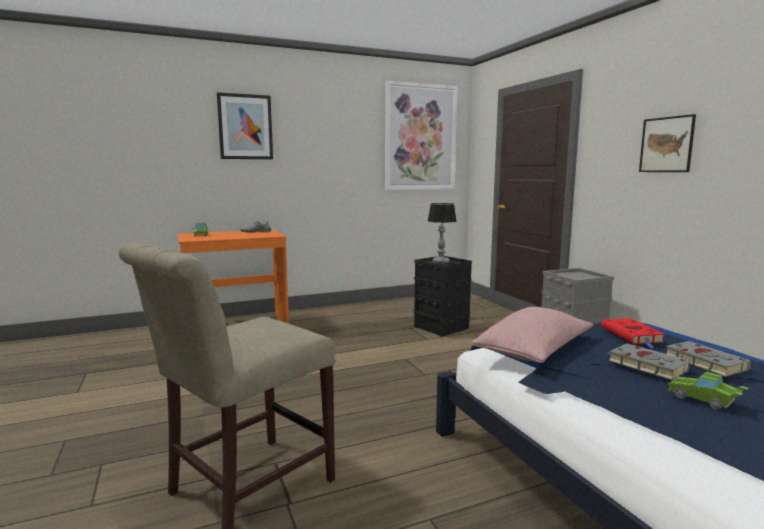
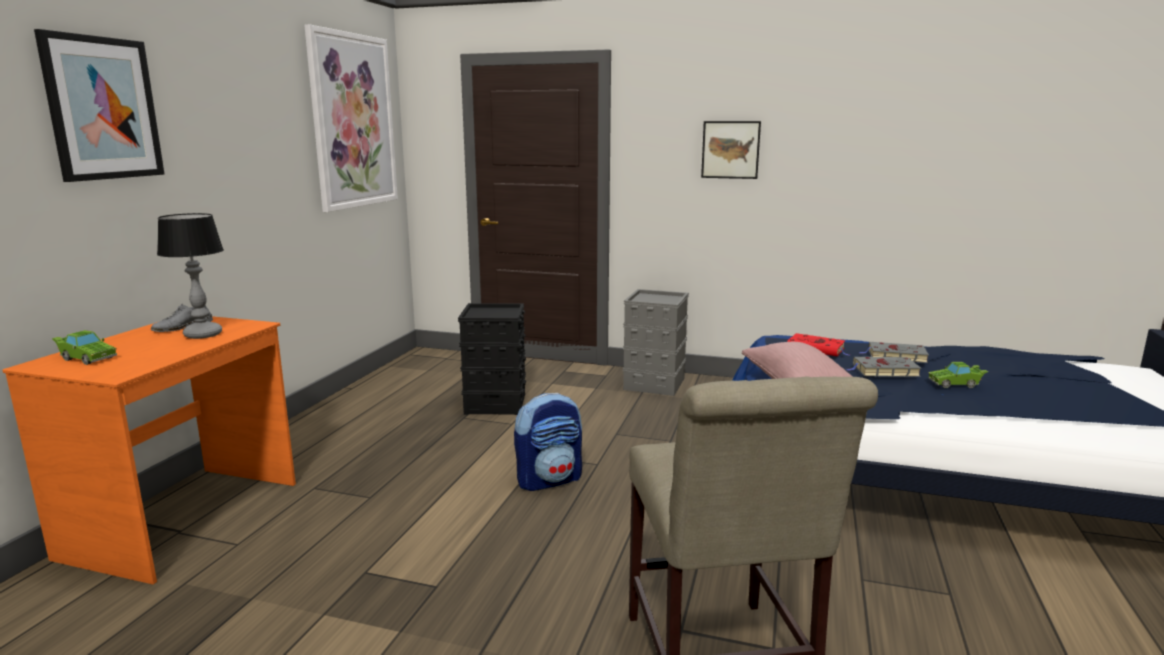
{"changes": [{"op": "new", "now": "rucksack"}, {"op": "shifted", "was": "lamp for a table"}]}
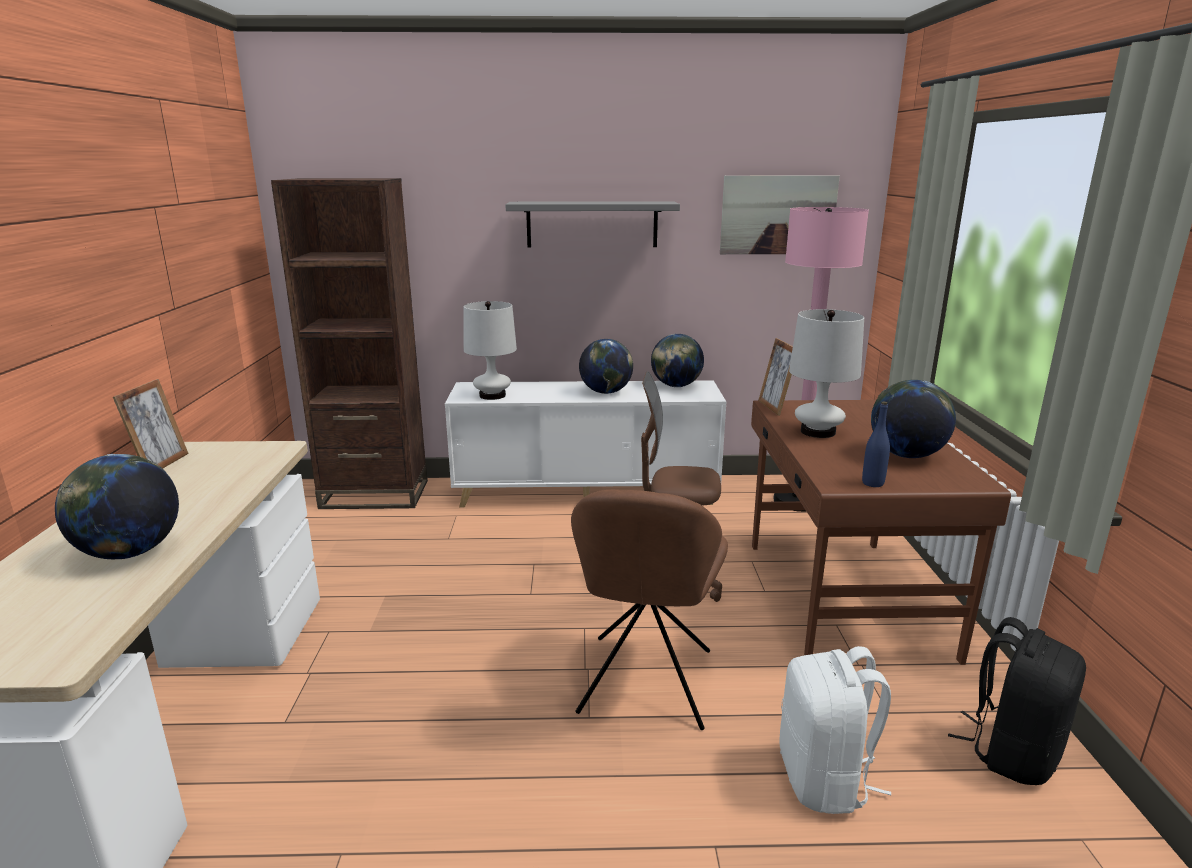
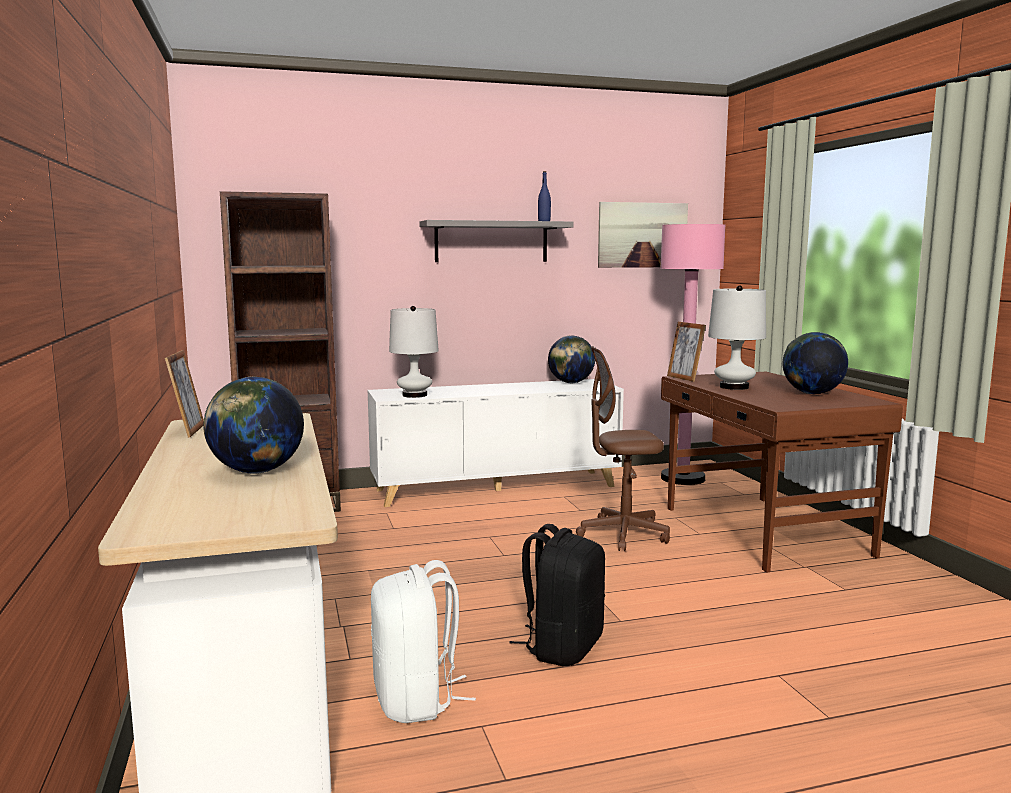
{"changes": [{"op": "gone", "was": "brownish upright chair"}, {"op": "gone", "was": "globe (no. 2 from left)"}, {"op": "shifted", "was": "white-coloured rucksack"}, {"op": "shifted", "was": "blue-coloured bottle"}, {"op": "shifted", "was": "black-coloured rucksack"}]}
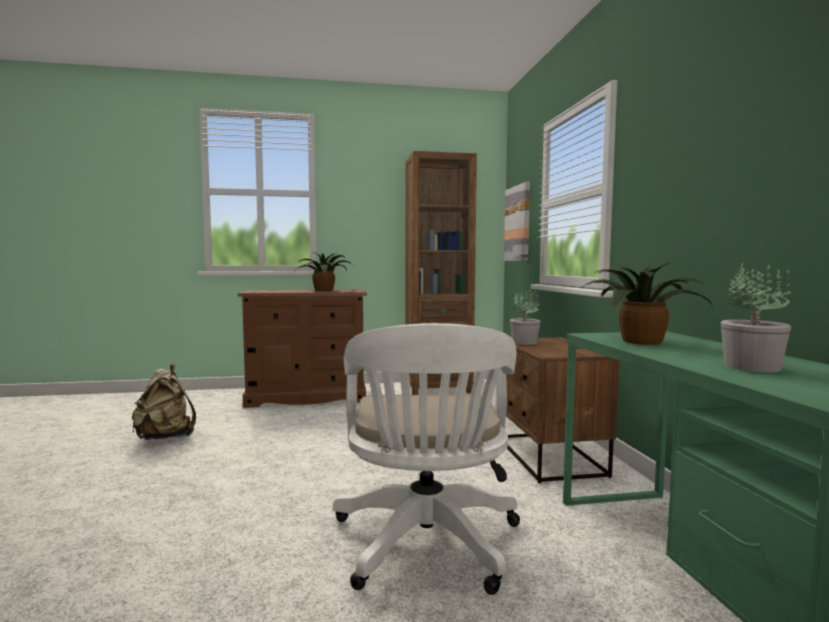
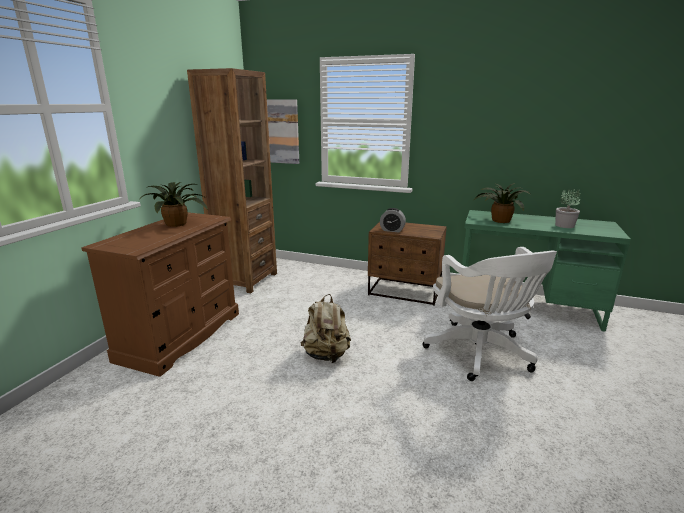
{"changes": [{"op": "shifted", "was": "beige-coloured rucksack"}, {"op": "swapped", "was": "potted plant (no. 2 from left)", "now": "bedside clock"}, {"op": "rotated", "was": "white-coloured office chair", "clockwise": 45}]}
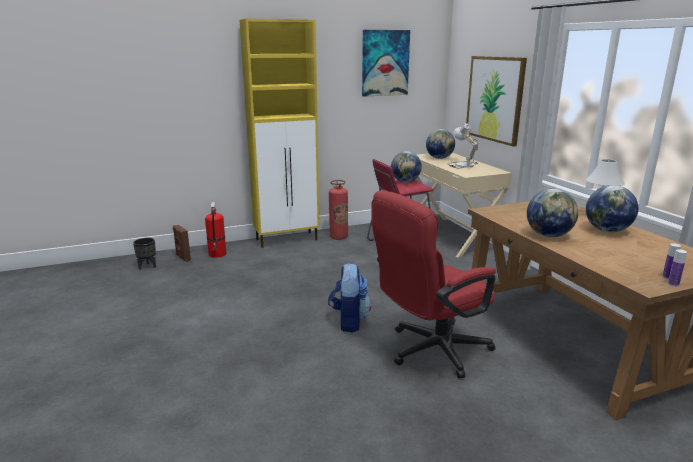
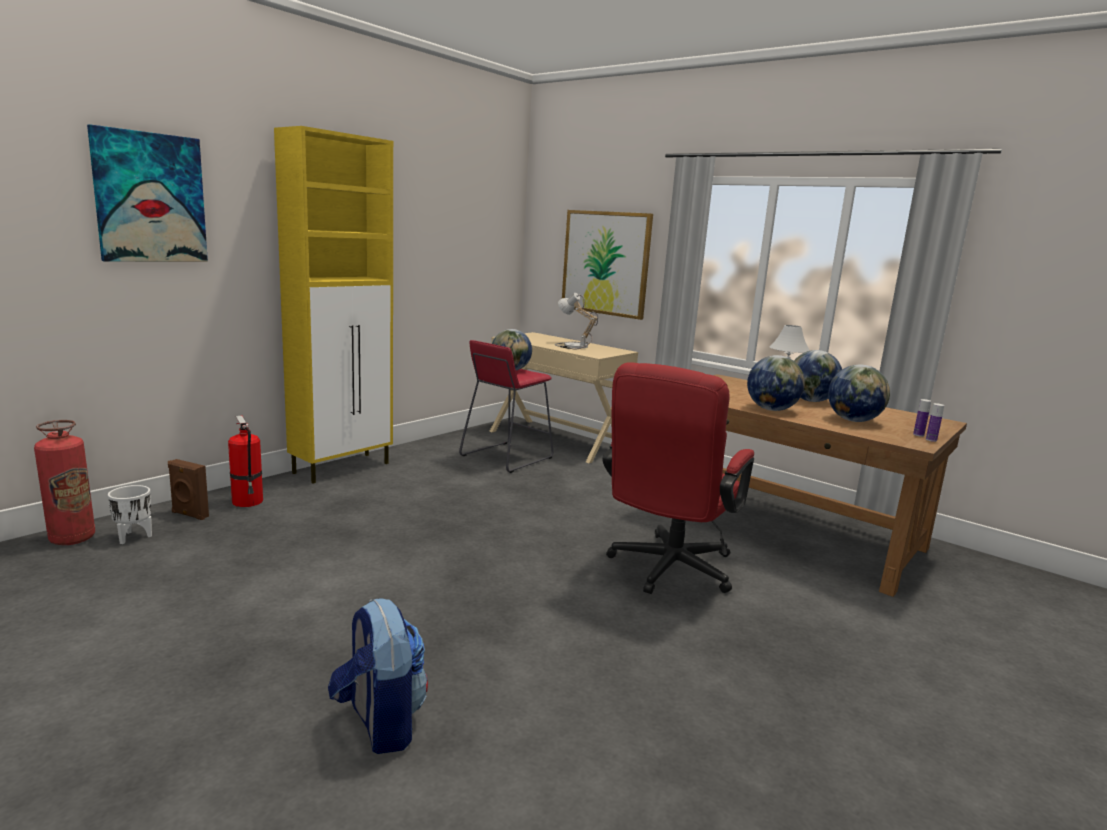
{"changes": [{"op": "shifted", "was": "rucksack"}, {"op": "shifted", "was": "fire-fighting cylinder (no. 2 from left in the first image)", "now": "fire-fighting cylinder (no. 1 from left)"}, {"op": "shifted", "was": "wall picture (no. 1 from left)"}, {"op": "shifted", "was": "globe (no. 2 from left in the first image)", "now": "globe (no. 4 from left)"}, {"op": "repainted", "was": "black-coloured planter", "now": "white-coloured planter"}]}
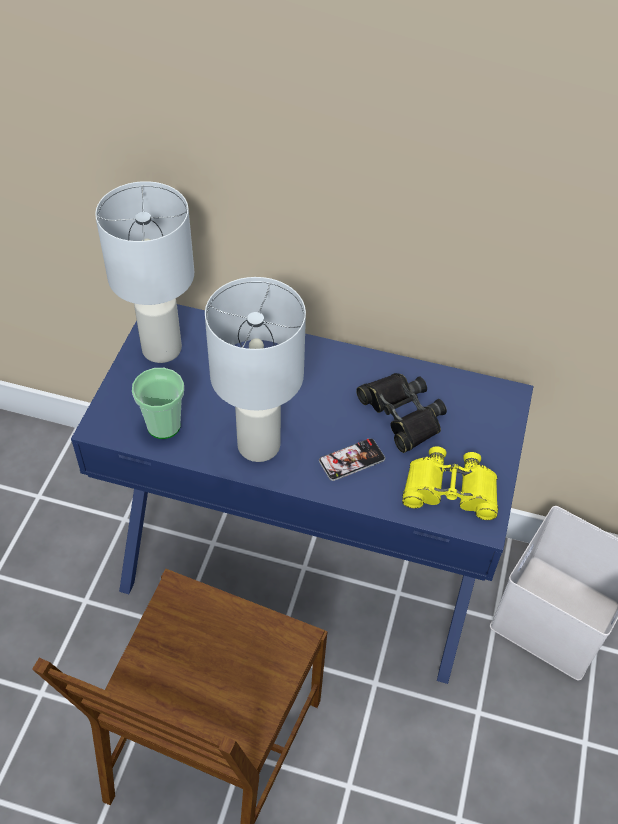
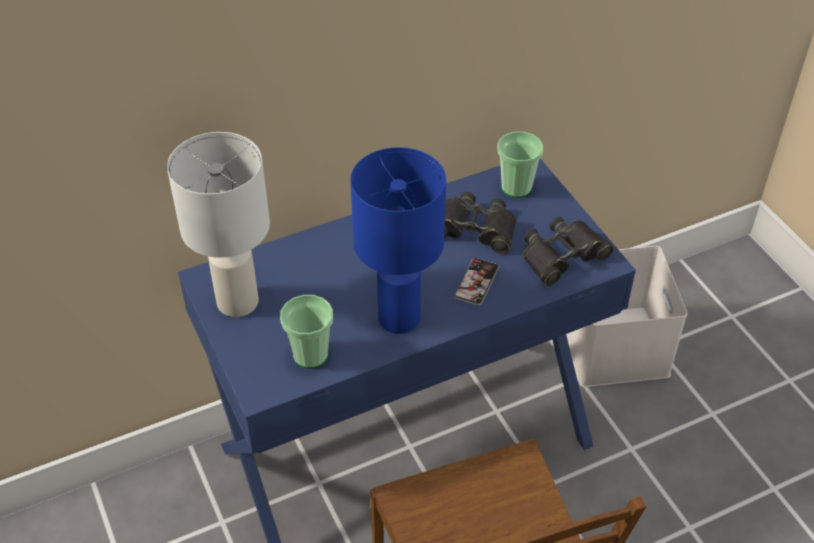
{"changes": [{"op": "new", "now": "small cup (no. 2 from left)"}, {"op": "repainted", "was": "white-coloured lamp for a table (no. 2 from left)", "now": "blue-coloured lamp for a table"}, {"op": "repainted", "was": "yellowish pair of binoculars", "now": "black-coloured pair of binoculars (no. 2 from left)"}]}
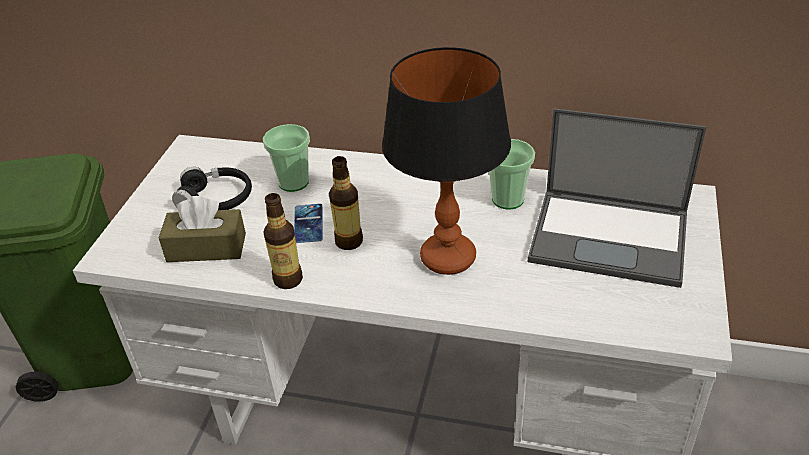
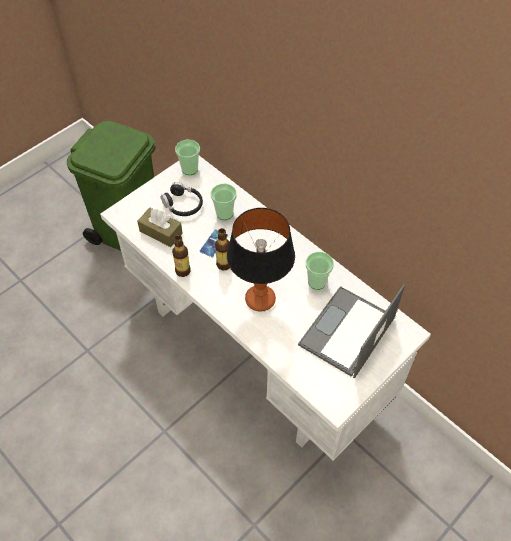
{"changes": [{"op": "new", "now": "small cup (no. 1 from left)"}, {"op": "rotated", "was": "laptop", "clockwise": 75}]}
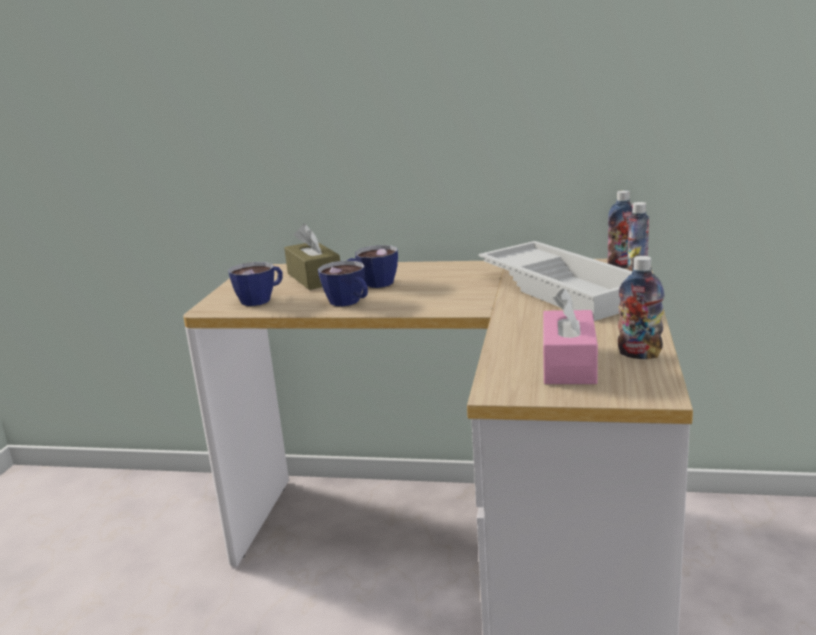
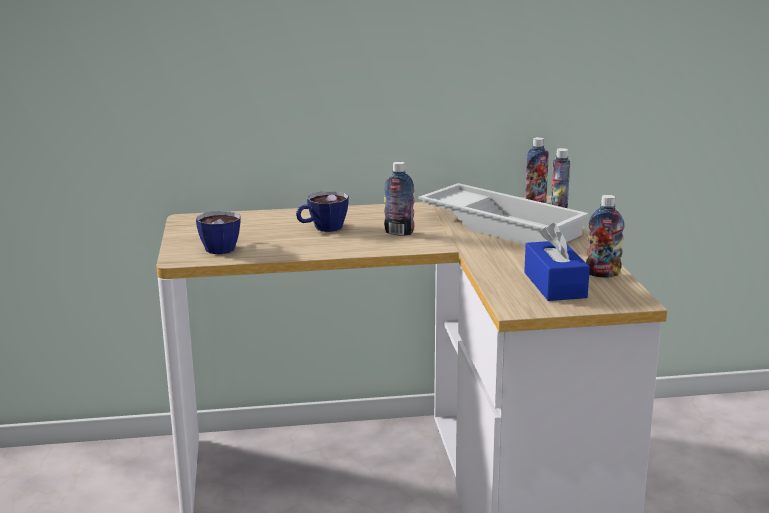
{"changes": [{"op": "gone", "was": "brownish box of tissues"}, {"op": "gone", "was": "small cup (no. 2 from left)"}, {"op": "new", "now": "bottle (no. 1 from left)"}, {"op": "repainted", "was": "pink-coloured box of tissues", "now": "blue-coloured box of tissues"}]}
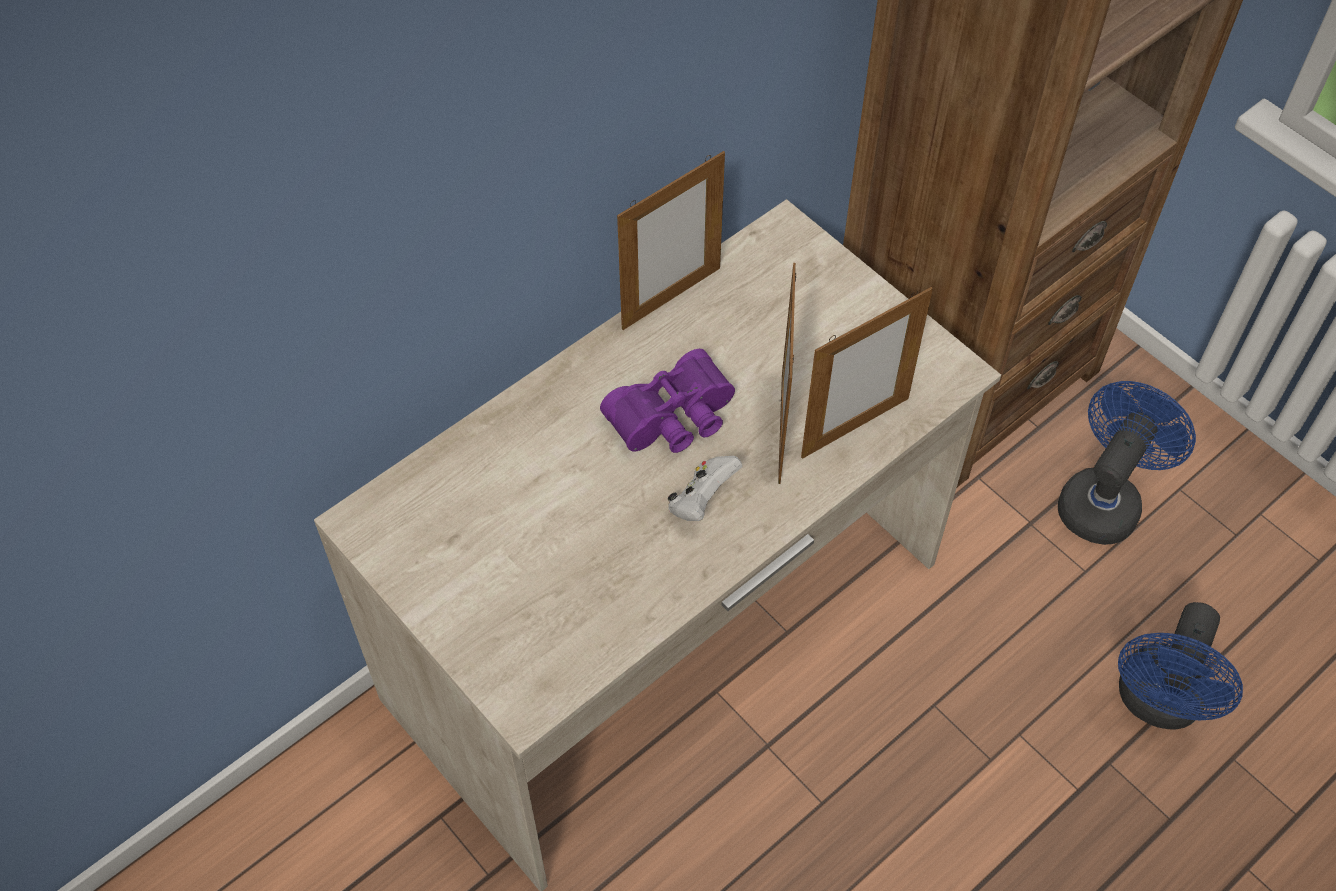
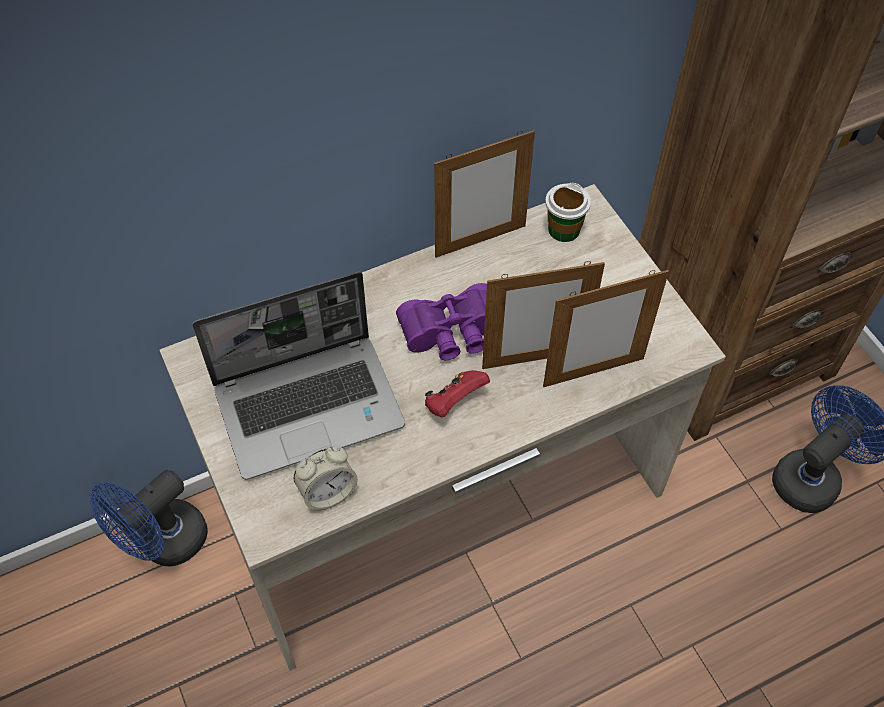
{"changes": [{"op": "new", "now": "laptop"}, {"op": "new", "now": "bedside clock"}, {"op": "new", "now": "small cup"}, {"op": "shifted", "was": "blue-coloured cooling fan (no. 2 from left in the first image)", "now": "blue-coloured cooling fan (no. 1 from left)"}, {"op": "repainted", "was": "white-coloured gamepad", "now": "red-coloured gamepad"}, {"op": "rotated", "was": "photo frame (no. 2 from left)", "clockwise": -120}]}
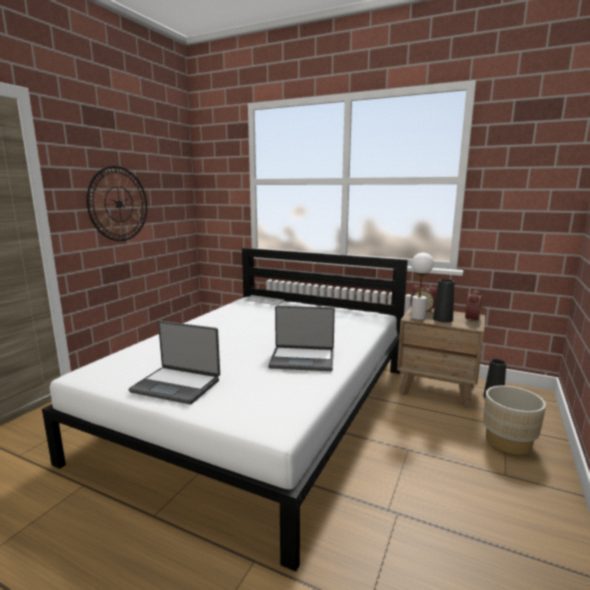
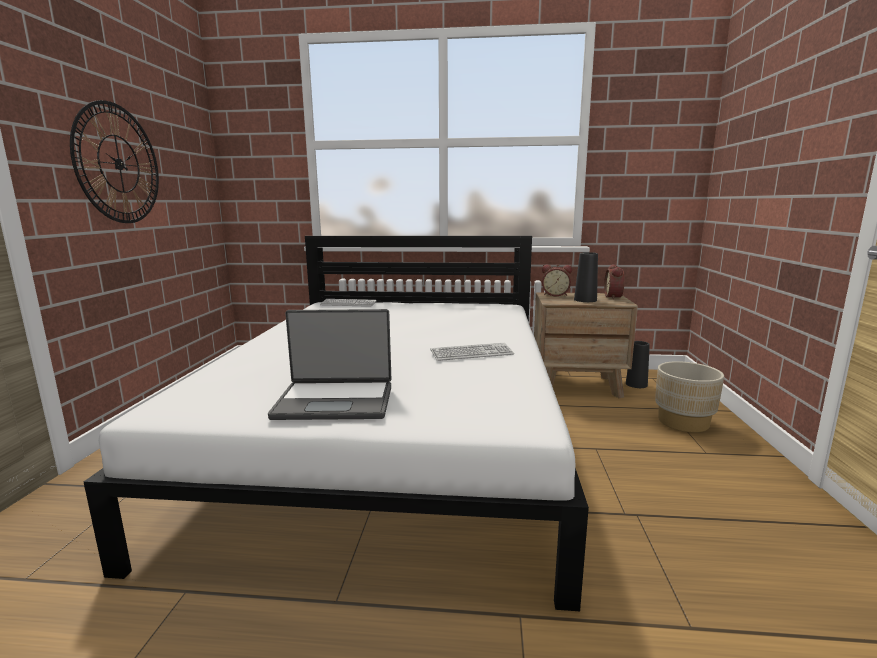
{"changes": [{"op": "gone", "was": "white-coloured lamp for a table"}, {"op": "swapped", "was": "laptop (no. 2 from left)", "now": "keyboard (no. 2 from left)"}]}
